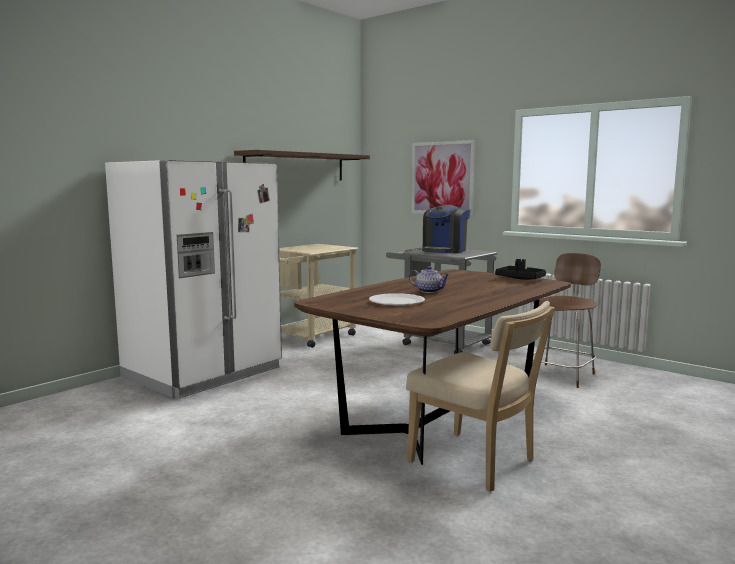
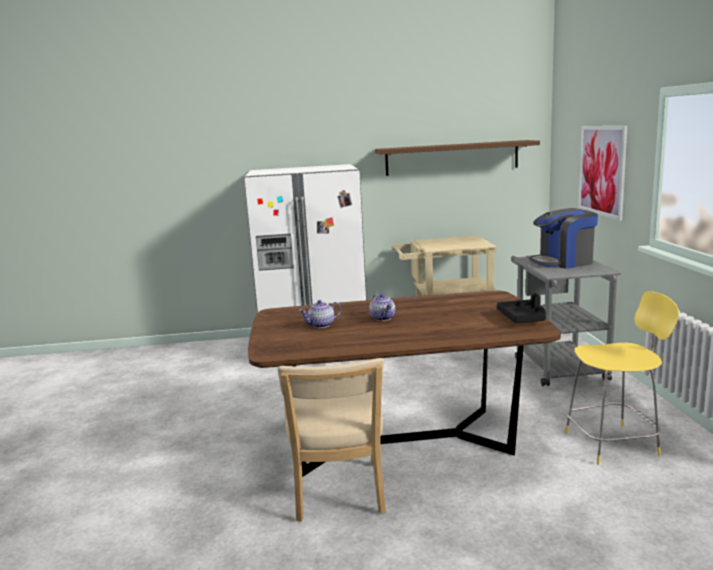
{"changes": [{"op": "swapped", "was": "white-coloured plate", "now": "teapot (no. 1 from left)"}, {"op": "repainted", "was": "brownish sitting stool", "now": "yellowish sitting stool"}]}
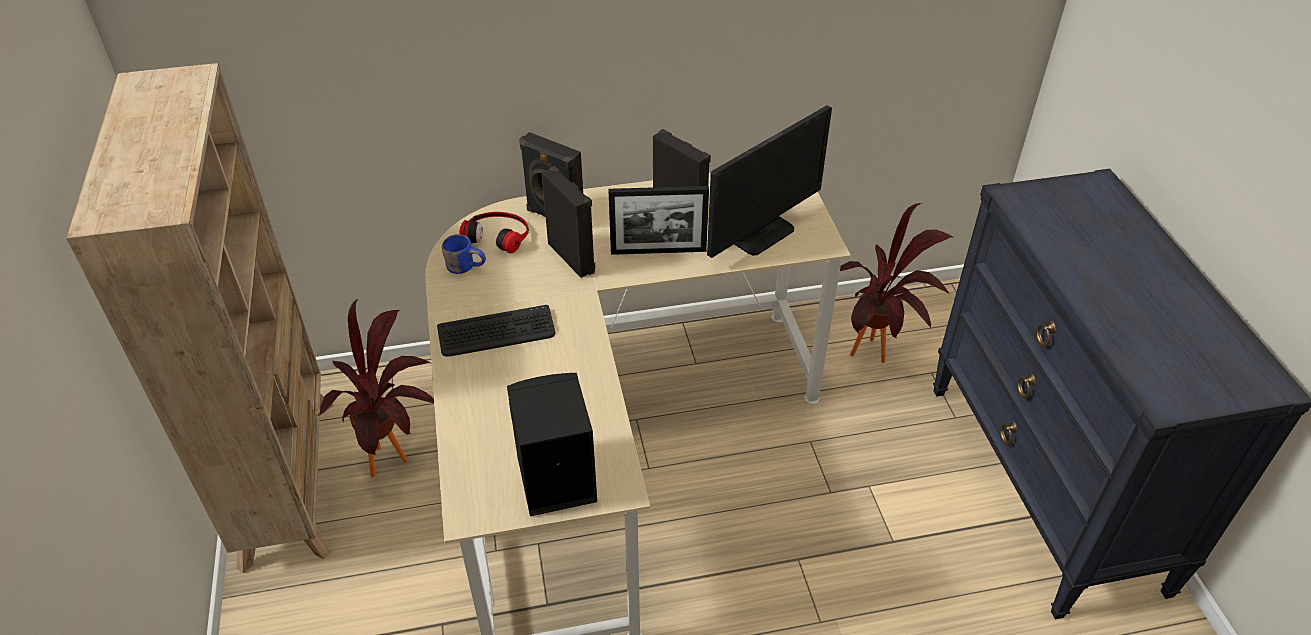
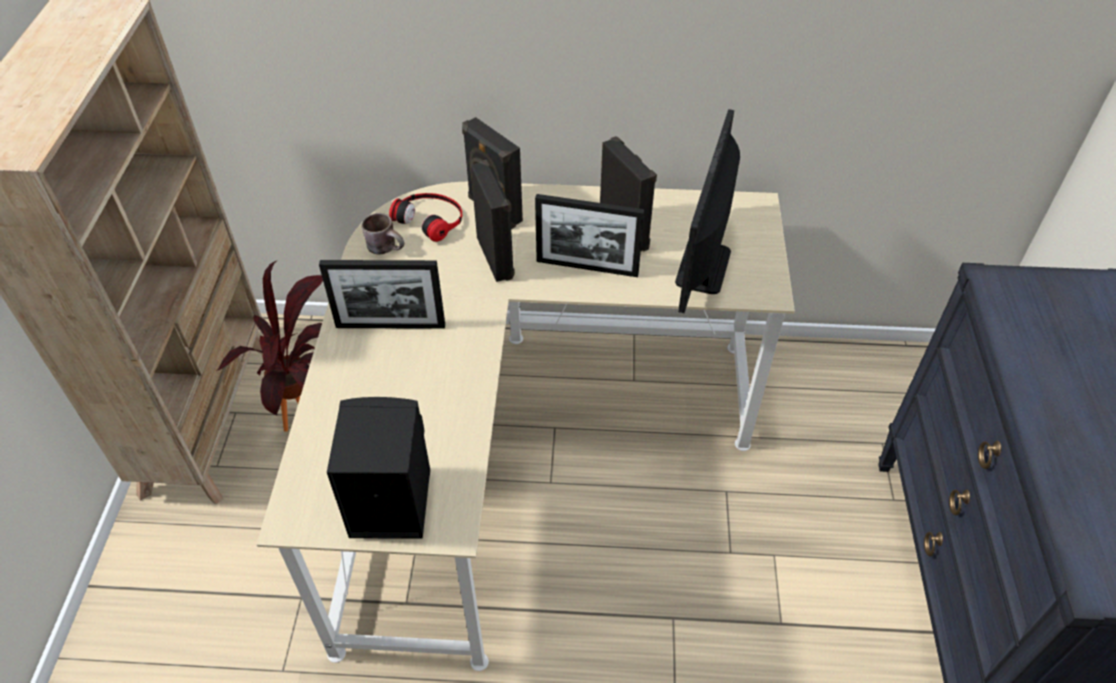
{"changes": [{"op": "gone", "was": "potted plant (no. 2 from left)"}, {"op": "swapped", "was": "keyboard", "now": "photo frame (no. 1 from left)"}, {"op": "repainted", "was": "blue-coloured tea mug", "now": "brownish tea mug"}, {"op": "rotated", "was": "computer display", "clockwise": 135}]}
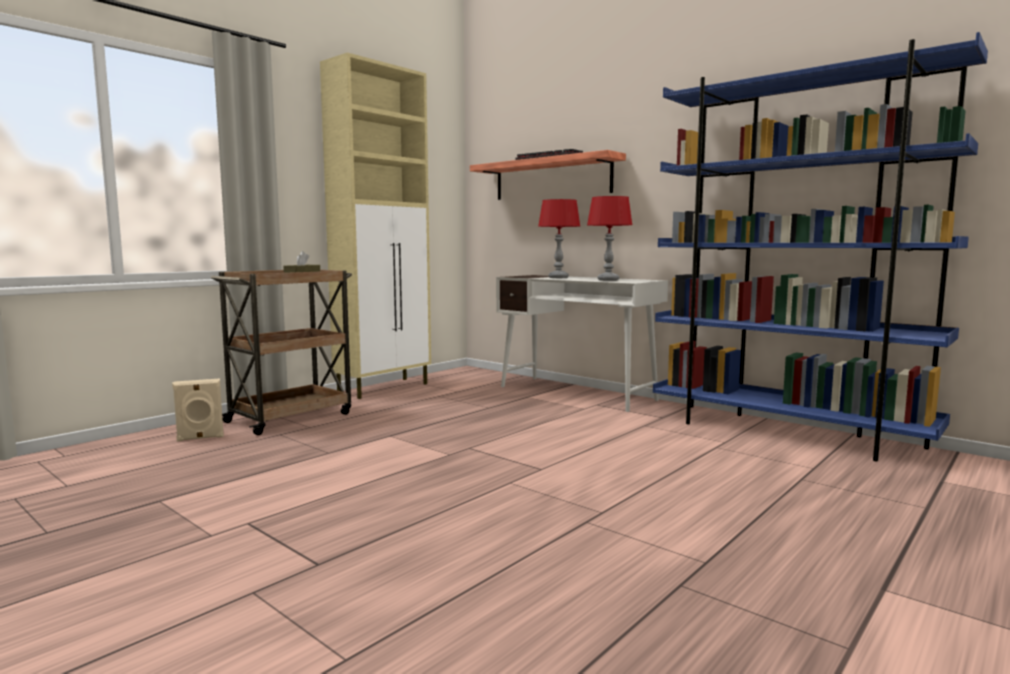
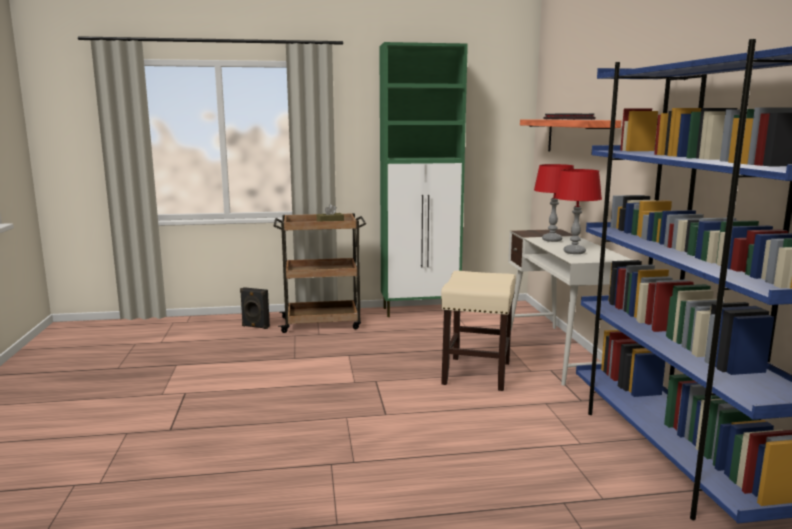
{"changes": [{"op": "new", "now": "beige-coloured sitting stool"}, {"op": "repainted", "was": "beige-coloured speaker", "now": "black-coloured speaker"}, {"op": "repainted", "was": "beige-coloured cupboard", "now": "greenish cupboard"}]}
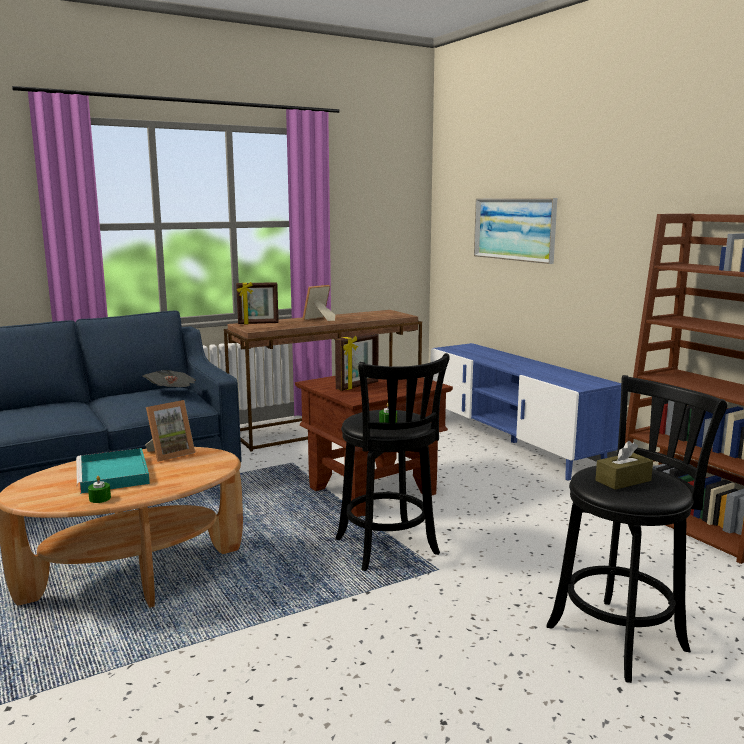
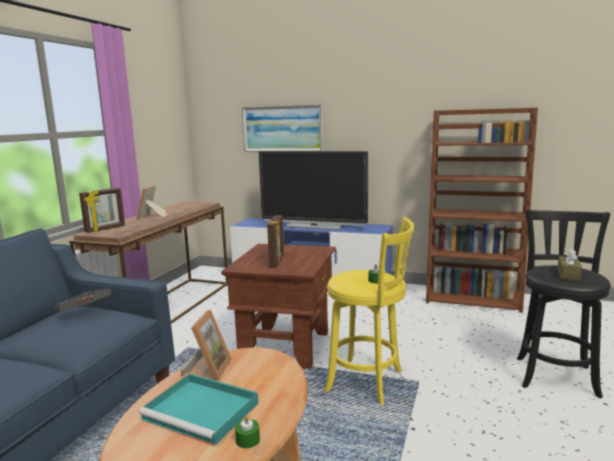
{"changes": [{"op": "new", "now": "TV"}, {"op": "repainted", "was": "black-coloured sitting stool (no. 1 from left)", "now": "yellowish sitting stool"}]}
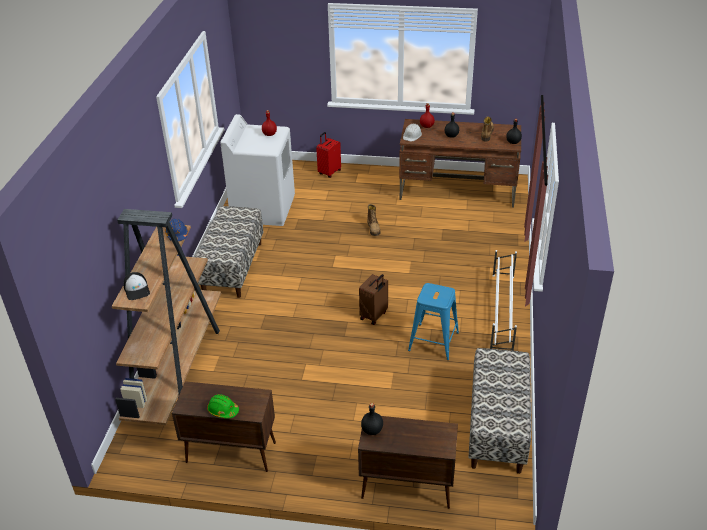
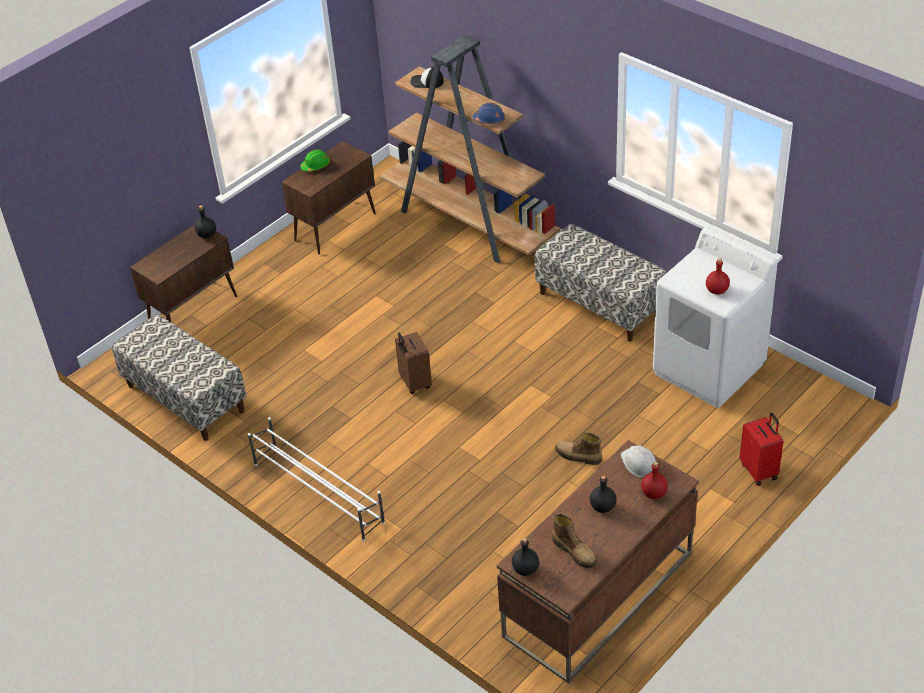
{"changes": [{"op": "gone", "was": "blue-coloured sitting stool"}]}
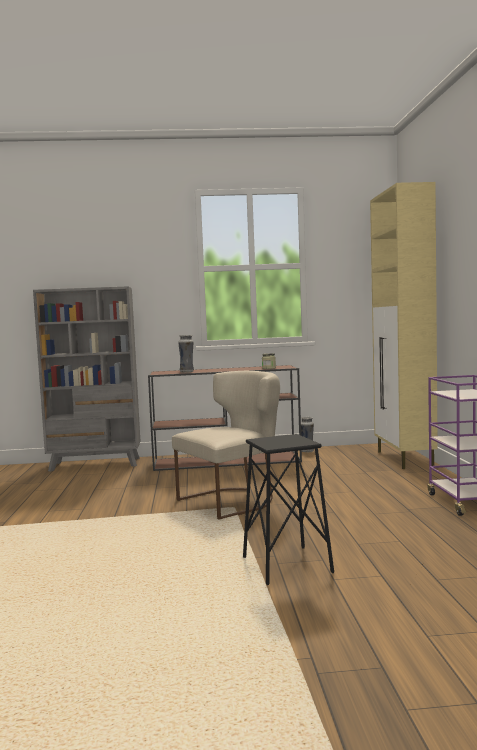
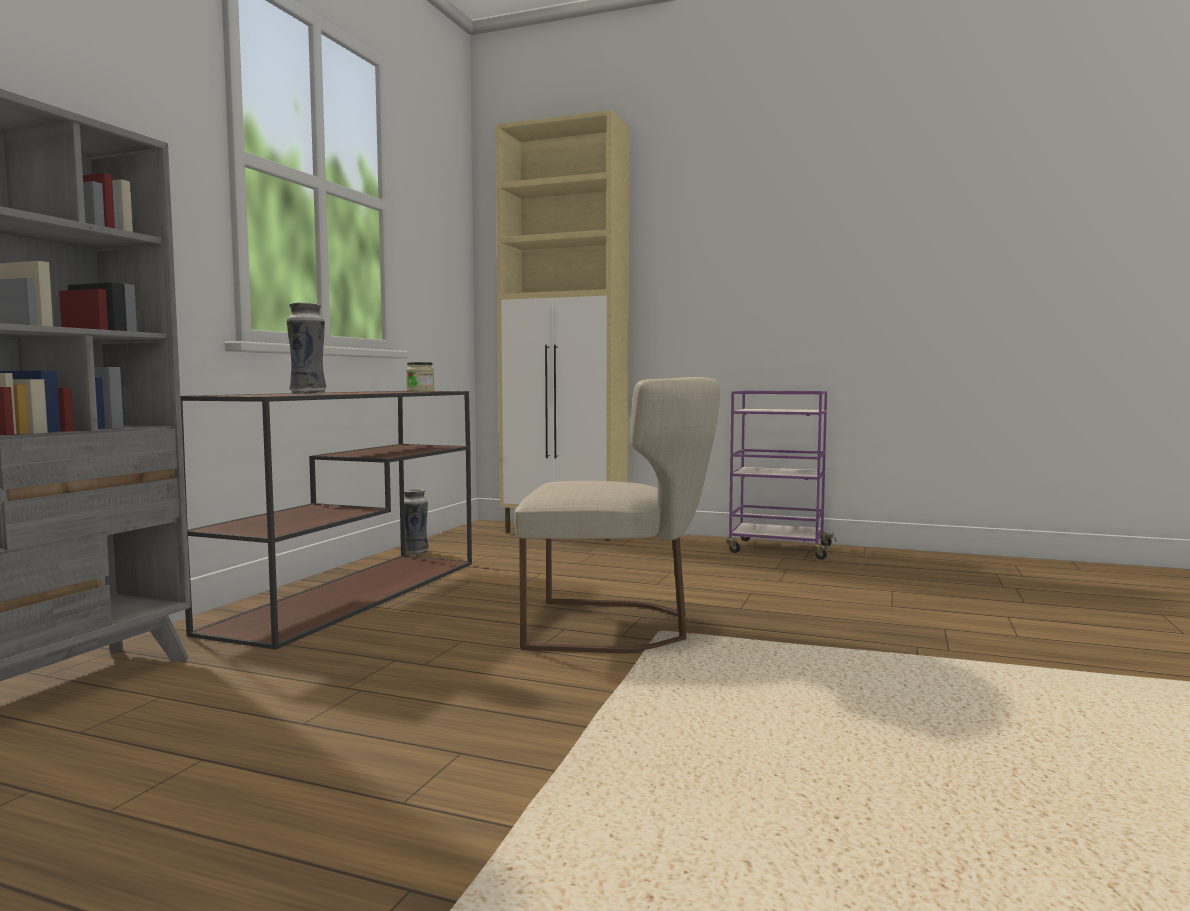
{"changes": [{"op": "gone", "was": "black-coloured sitting stool"}, {"op": "rotated", "was": "beige-coloured upright chair", "clockwise": 105}]}
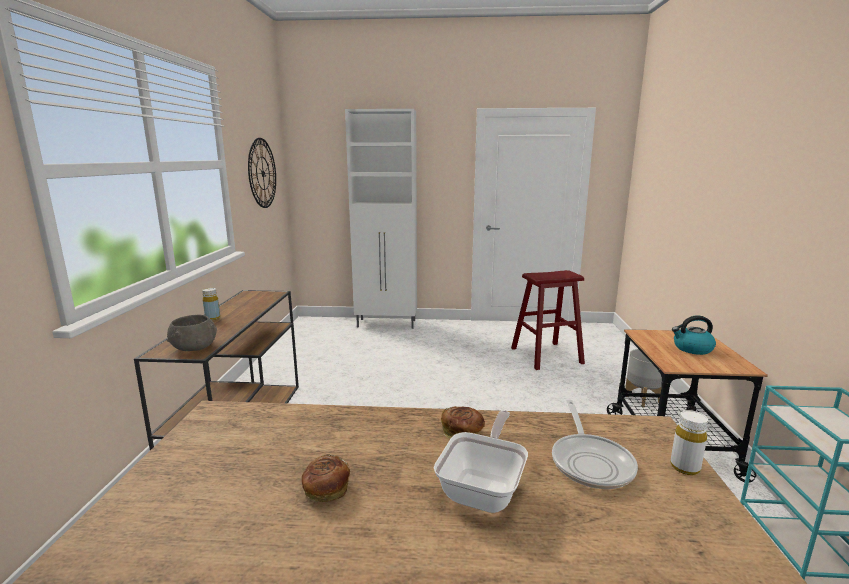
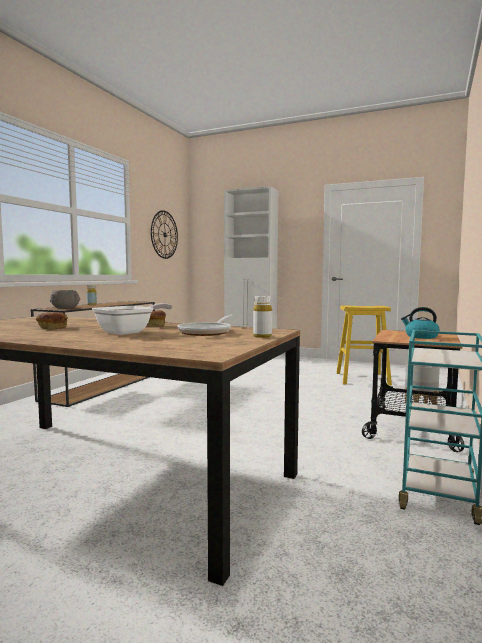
{"changes": [{"op": "repainted", "was": "red-coloured sitting stool", "now": "yellowish sitting stool"}]}
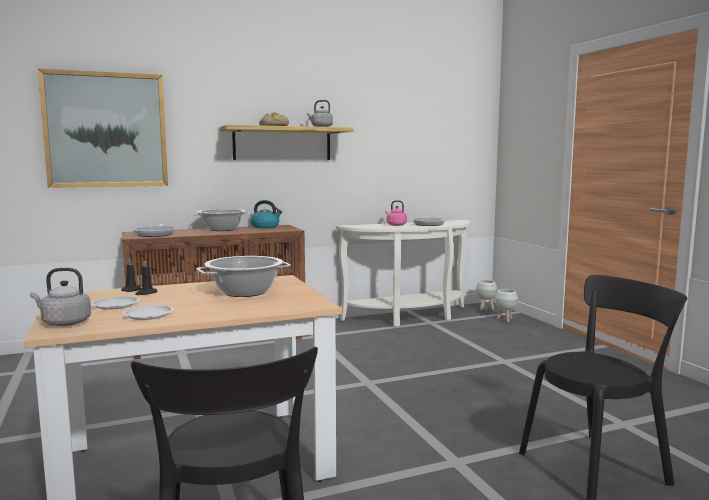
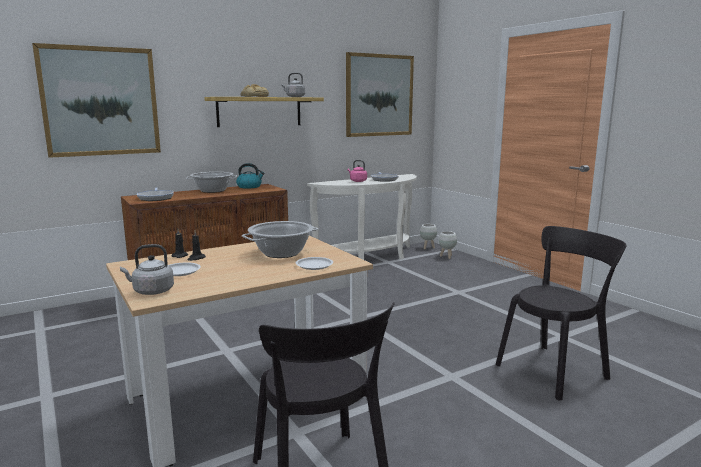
{"changes": [{"op": "new", "now": "wall picture (no. 2 from left)"}, {"op": "shifted", "was": "white-coloured plate (no. 2 from left)"}]}
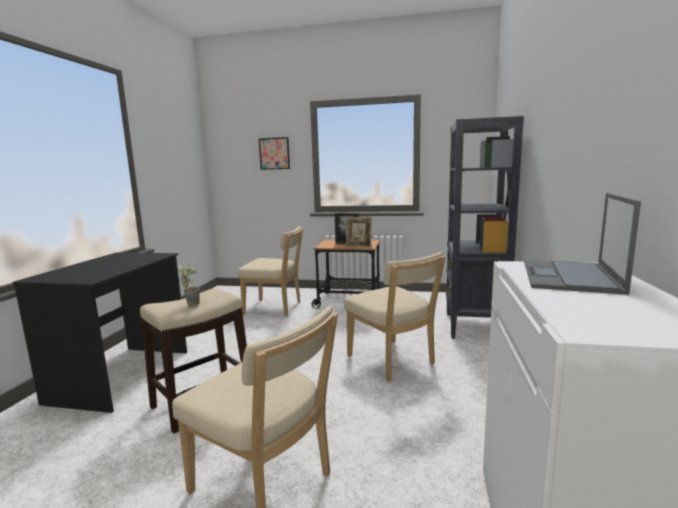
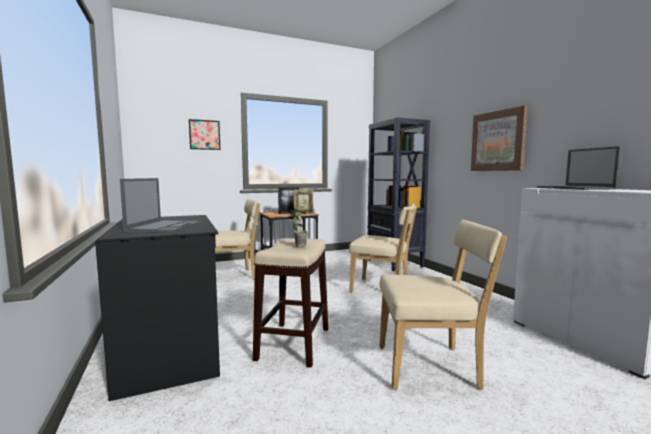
{"changes": [{"op": "new", "now": "laptop (no. 1 from left)"}, {"op": "new", "now": "wall picture (no. 2 from left)"}]}
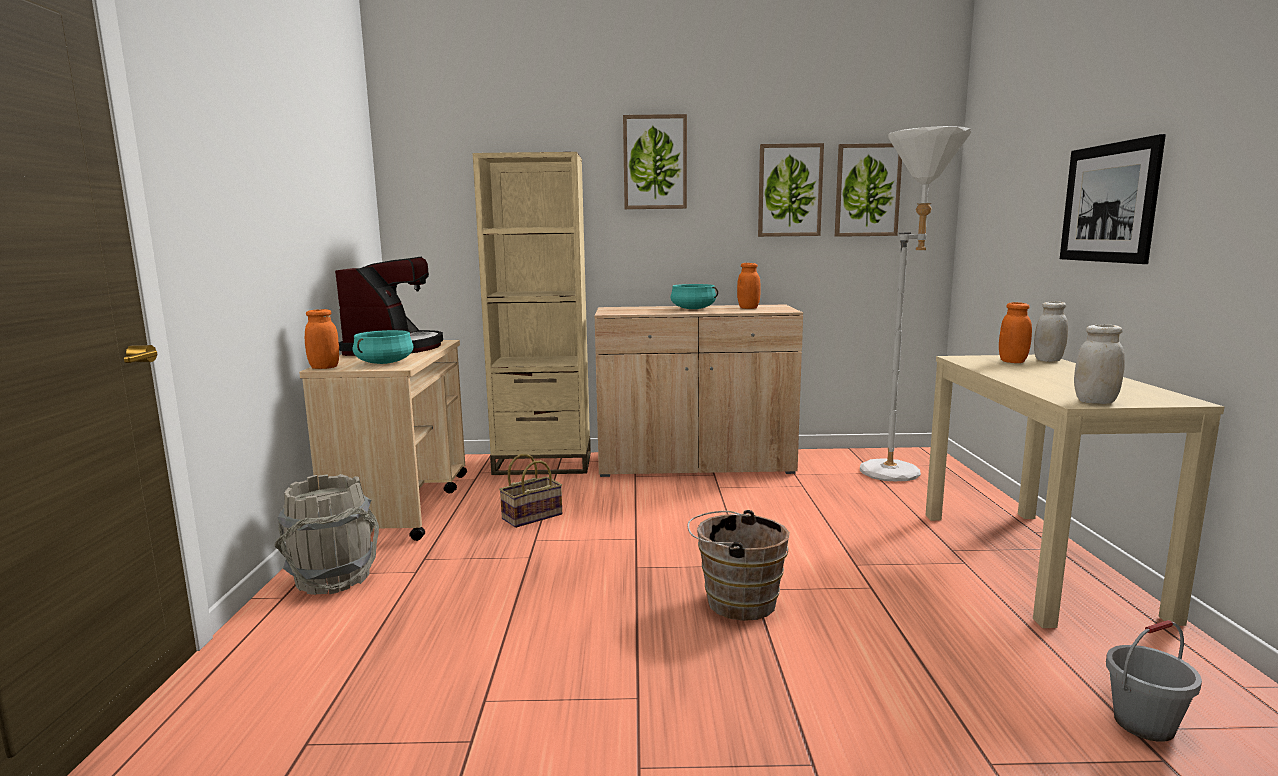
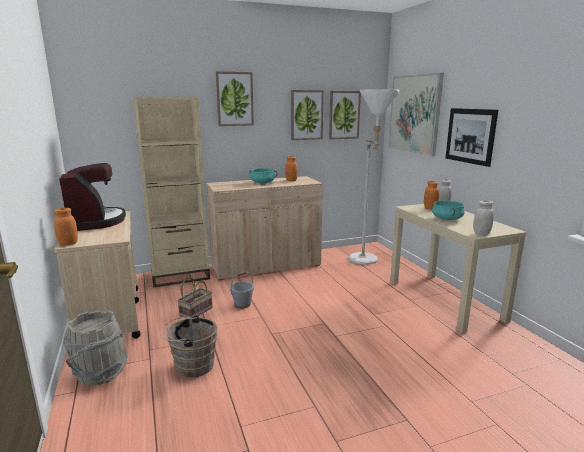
{"changes": [{"op": "new", "now": "wall picture (no. 4 from left)"}, {"op": "shifted", "was": "turquoise-coloured saucepot (no. 1 from left in the first image)", "now": "turquoise-coloured saucepot (no. 2 from left)"}, {"op": "shifted", "was": "brownish water bucket"}, {"op": "shifted", "was": "grey water bucket (no. 2 from left)"}]}
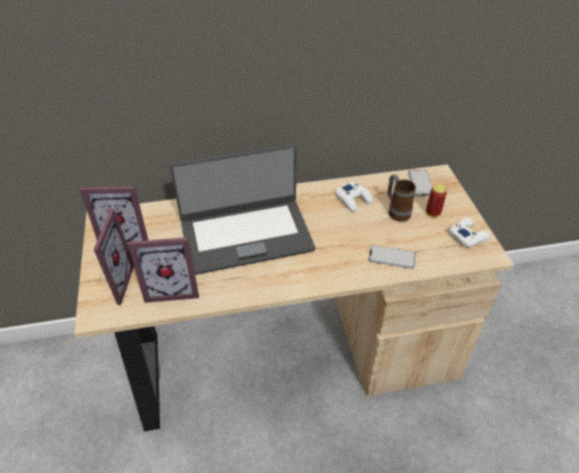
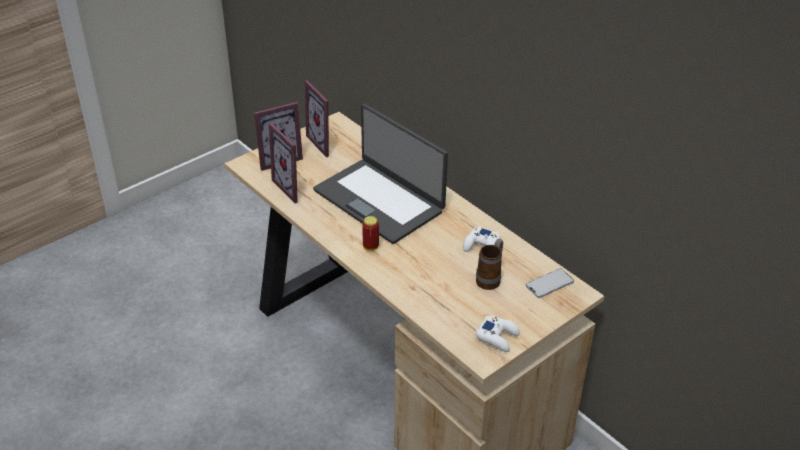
{"changes": [{"op": "gone", "was": "phone (no. 1 from left)"}, {"op": "shifted", "was": "can"}]}
